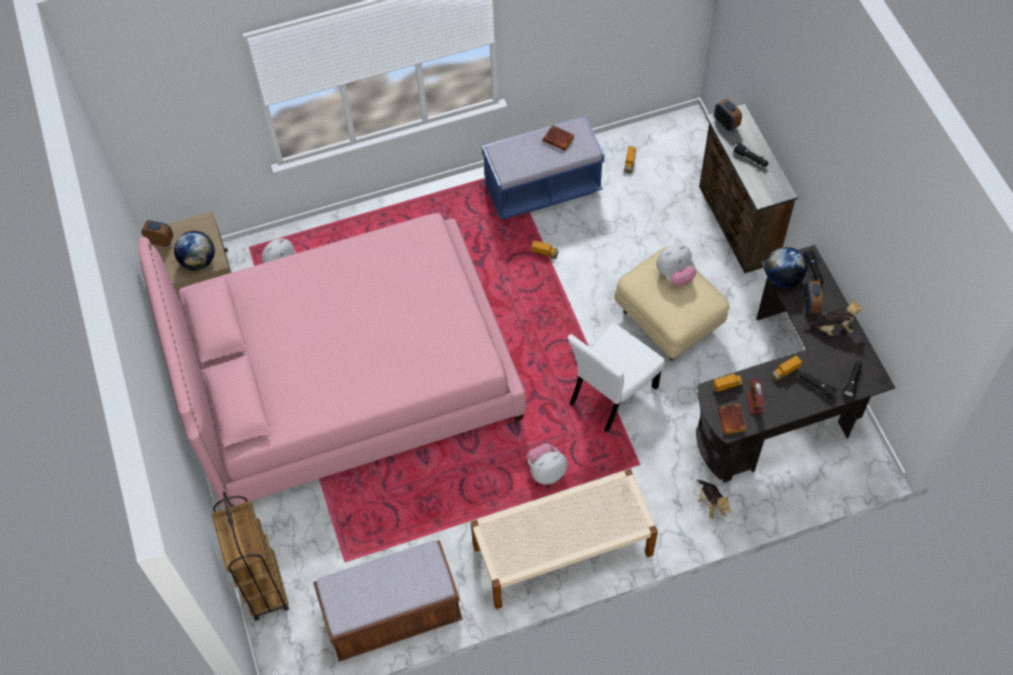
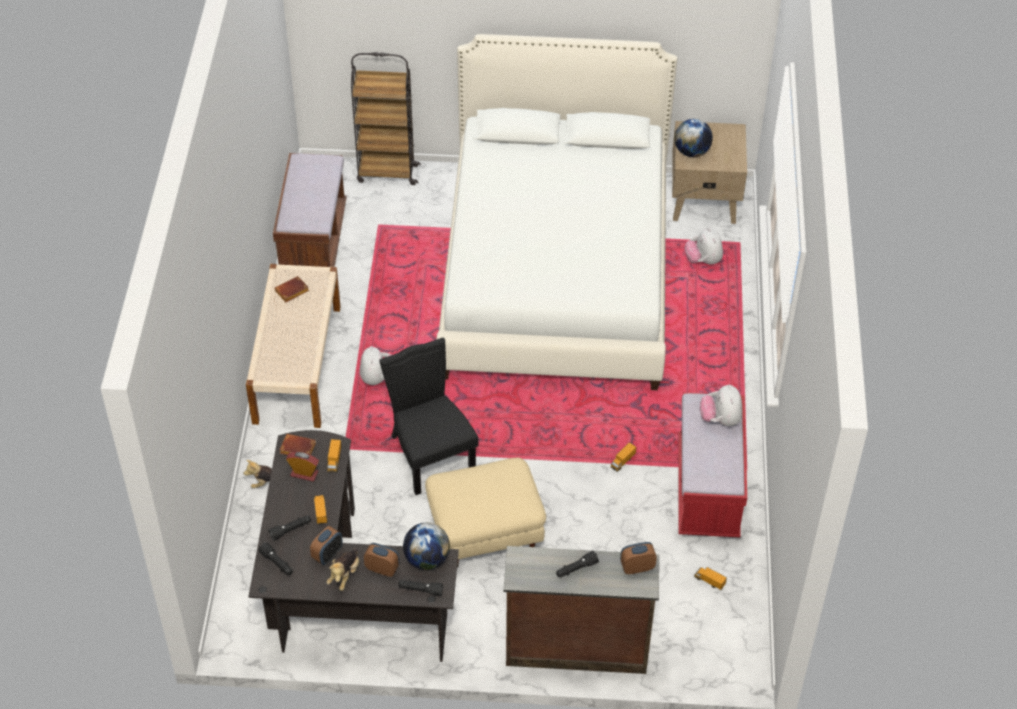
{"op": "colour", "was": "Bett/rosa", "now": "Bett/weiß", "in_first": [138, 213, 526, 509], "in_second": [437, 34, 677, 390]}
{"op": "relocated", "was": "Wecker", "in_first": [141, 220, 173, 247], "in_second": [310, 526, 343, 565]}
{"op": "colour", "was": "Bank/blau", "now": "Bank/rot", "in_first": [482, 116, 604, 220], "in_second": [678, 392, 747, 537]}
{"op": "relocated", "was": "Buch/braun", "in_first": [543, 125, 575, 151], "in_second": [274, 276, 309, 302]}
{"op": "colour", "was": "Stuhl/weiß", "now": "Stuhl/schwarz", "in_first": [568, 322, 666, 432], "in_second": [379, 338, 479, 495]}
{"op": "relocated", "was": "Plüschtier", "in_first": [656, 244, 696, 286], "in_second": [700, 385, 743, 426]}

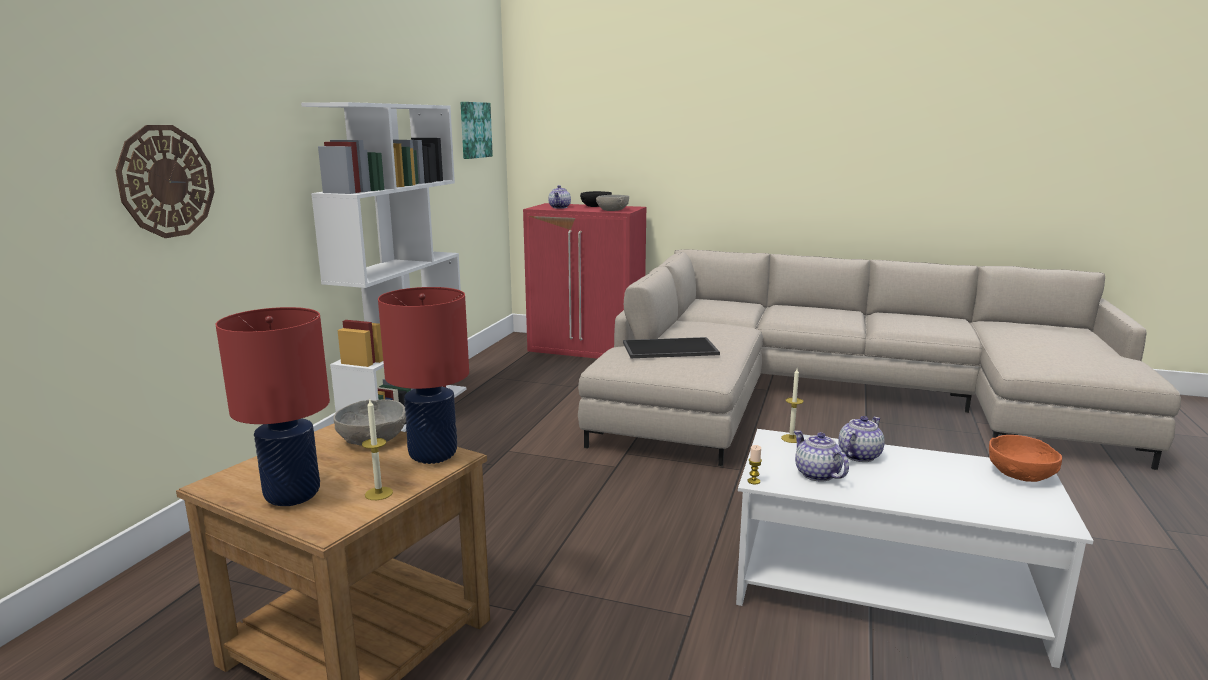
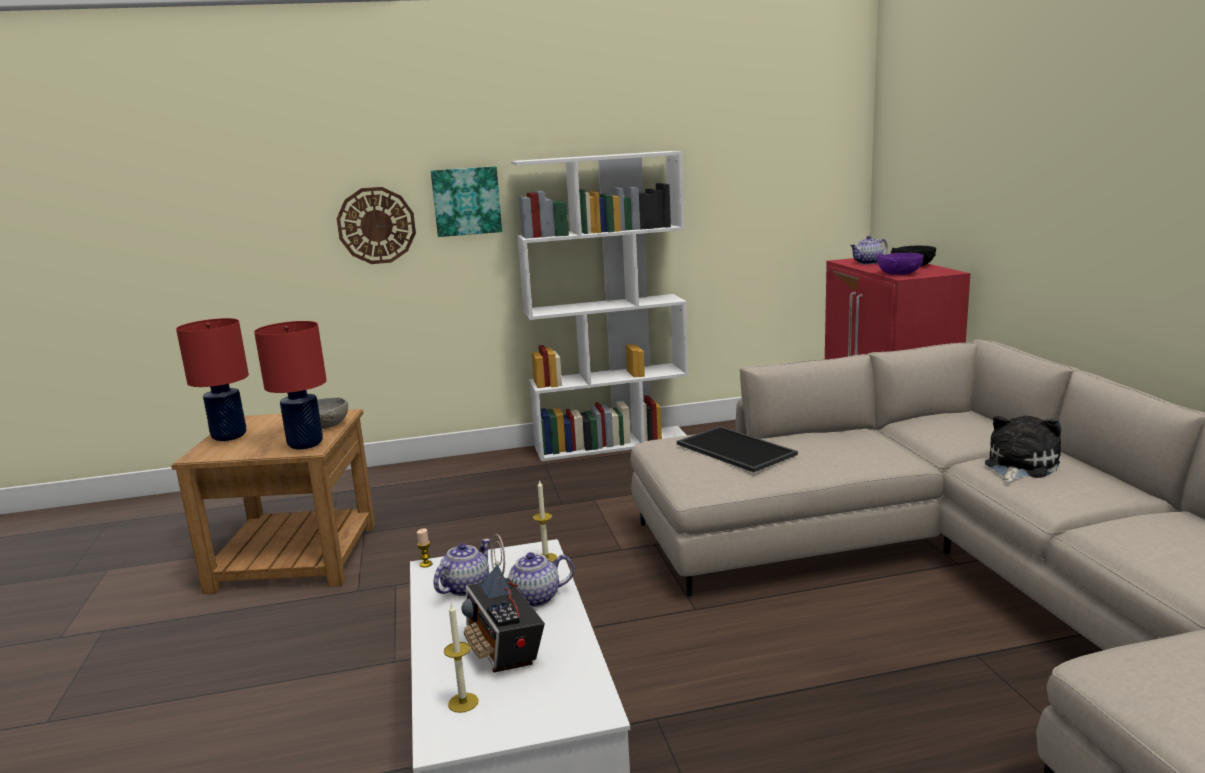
{"op": "relocated", "was": "Kerze", "in_first": [362, 400, 393, 500], "in_second": [444, 602, 478, 713]}
{"op": "relocated", "was": "Bild", "in_first": [461, 102, 493, 159], "in_second": [431, 166, 502, 237]}
{"op": "colour", "was": "Schüssel/grau", "now": "Schüssel/lila", "in_first": [596, 195, 629, 211], "in_second": [877, 253, 923, 275]}
{"op": "spun", "was": "Teekanne", "in_first": [838, 416, 885, 462], "in_second": [490, 552, 574, 607], "clockwise": 150}
{"op": "missing", "was": "Schüssel/orange", "in_first": [989, 435, 1062, 482]}
{"op": "appeared", "now": "Radio", "in_second": [462, 534, 545, 673]}
{"op": "appeared", "now": "Plüschtier", "in_second": [985, 415, 1061, 483]}

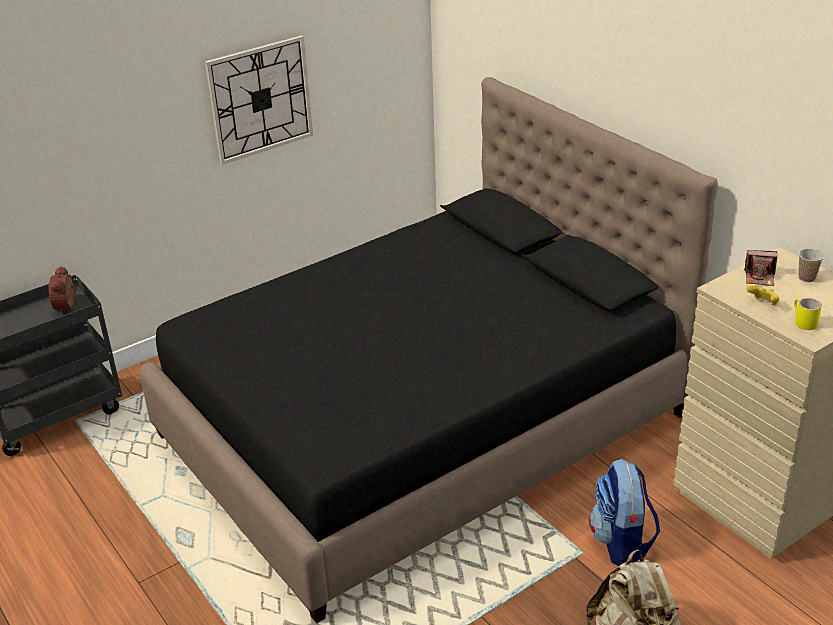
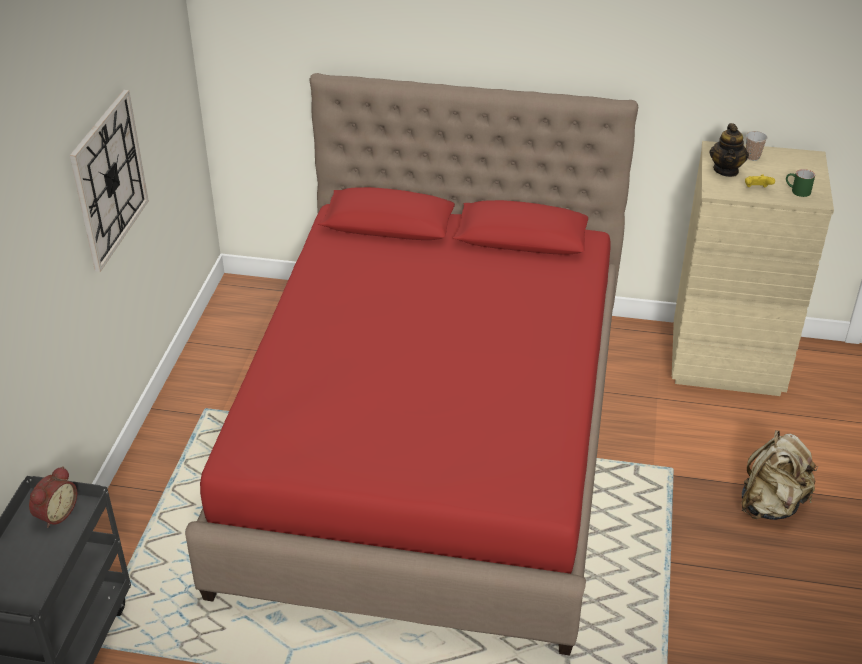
{"op": "spun", "was": "Wecker", "in_first": [49, 266, 77, 314], "in_second": [29, 466, 77, 528], "clockwise": -105}
{"op": "colour", "was": "Bett/schwarz", "now": "Bett/rot", "in_first": [140, 77, 718, 623], "in_second": [185, 73, 638, 656]}
{"op": "missing", "was": "Rucksack", "in_first": [589, 459, 660, 566]}
{"op": "exchanged", "was": "Kamera", "now": "Teekanne", "in_first": [744, 250, 778, 286], "in_second": [709, 123, 749, 177]}
{"op": "colour", "was": "Henkelbecher/gelb", "now": "Henkelbecher/grün", "in_first": [794, 298, 822, 330], "in_second": [786, 169, 815, 197]}

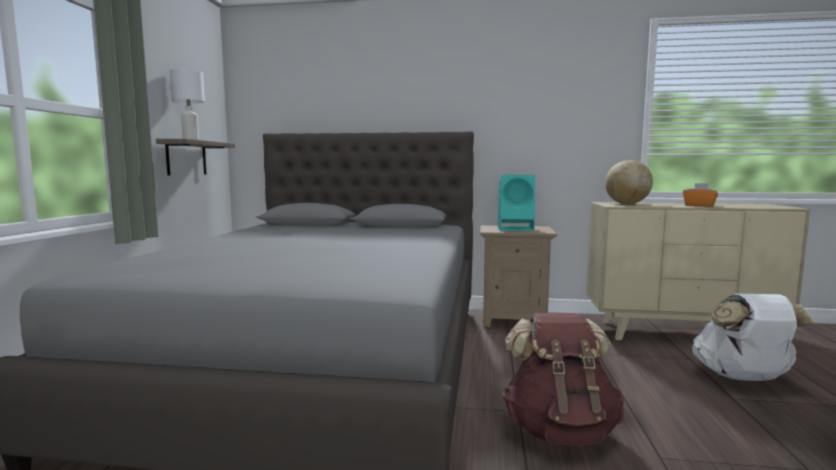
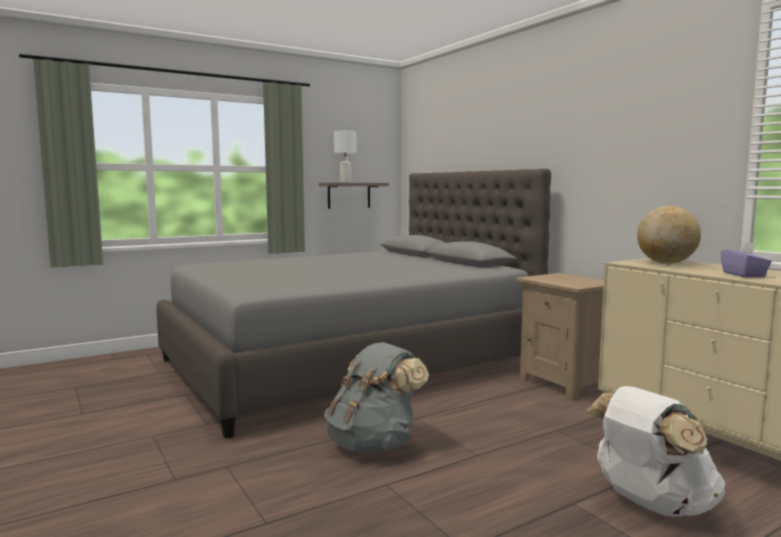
{"op": "missing", "was": "Lautsprecher/türkis", "in_first": [498, 175, 535, 231]}
{"op": "colour", "was": "Rucksack/braun", "now": "Rucksack/grau", "in_first": [502, 313, 624, 446], "in_second": [324, 342, 429, 454]}
{"op": "colour", "was": "Taschentuchbox/orange", "now": "Taschentuchbox/lila", "in_first": [683, 183, 718, 207], "in_second": [721, 242, 772, 277]}

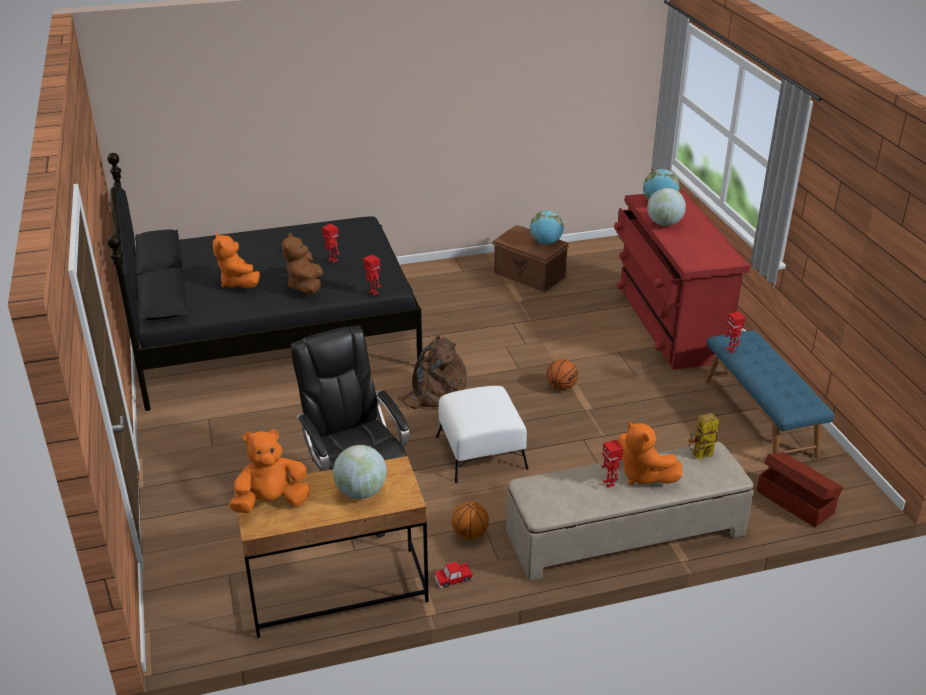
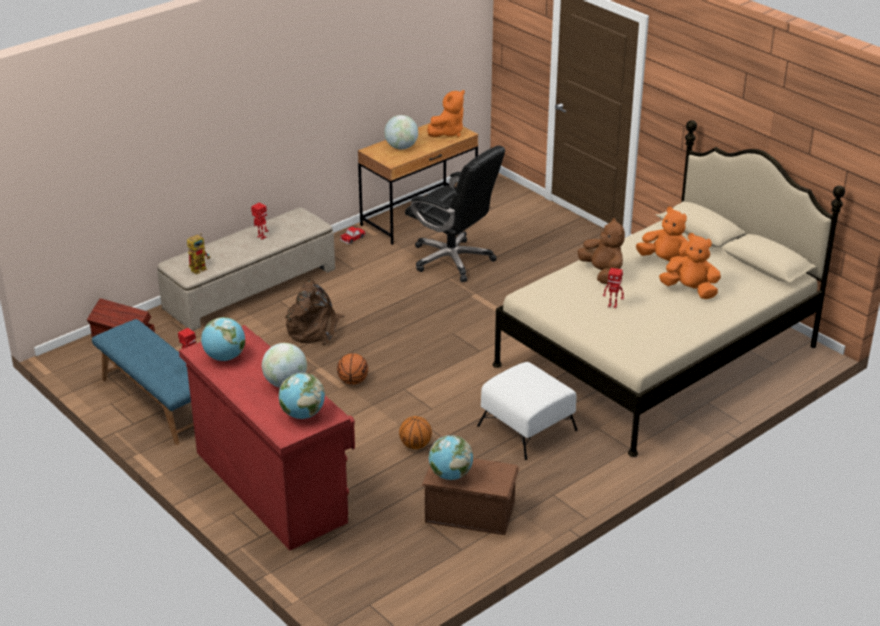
{"op": "colour", "was": "Bett/schwarz", "now": "Bett/beige", "in_first": [107, 153, 422, 411], "in_second": [492, 120, 845, 457]}
{"op": "missing", "was": "Spielzeugroboter", "in_first": [363, 254, 382, 296]}
{"op": "relocated", "was": "Rucksack/braun", "in_first": [396, 335, 467, 409], "in_second": [285, 280, 344, 345]}
{"op": "relocated", "was": "Polsterhocker/weiß", "in_first": [436, 386, 528, 483], "in_second": [477, 362, 578, 460]}
{"op": "relocated", "was": "Basketball", "in_first": [452, 502, 489, 540], "in_second": [399, 416, 432, 449]}
{"op": "relocated", "was": "Plüschtier/orange", "in_first": [618, 421, 682, 485], "in_second": [659, 233, 721, 299]}
{"op": "appeared", "now": "Globus", "in_second": [201, 317, 245, 361]}

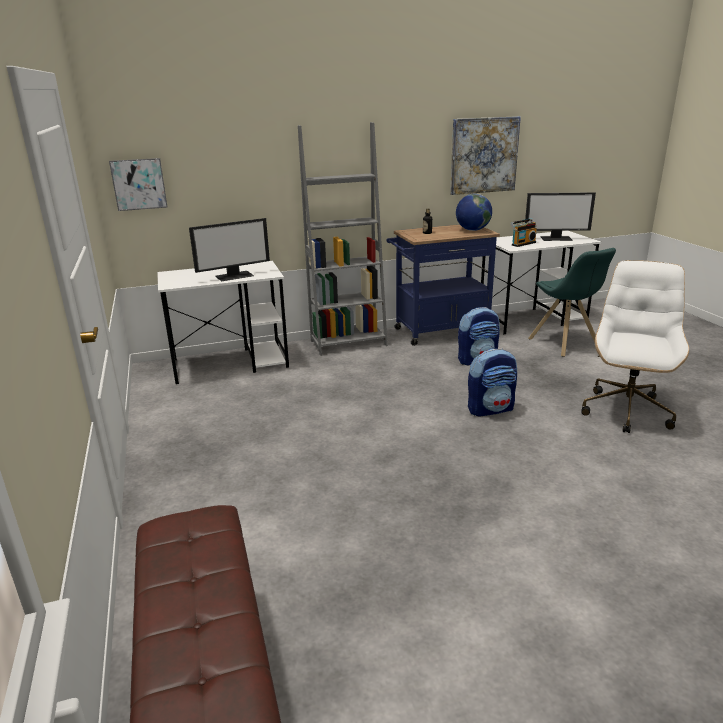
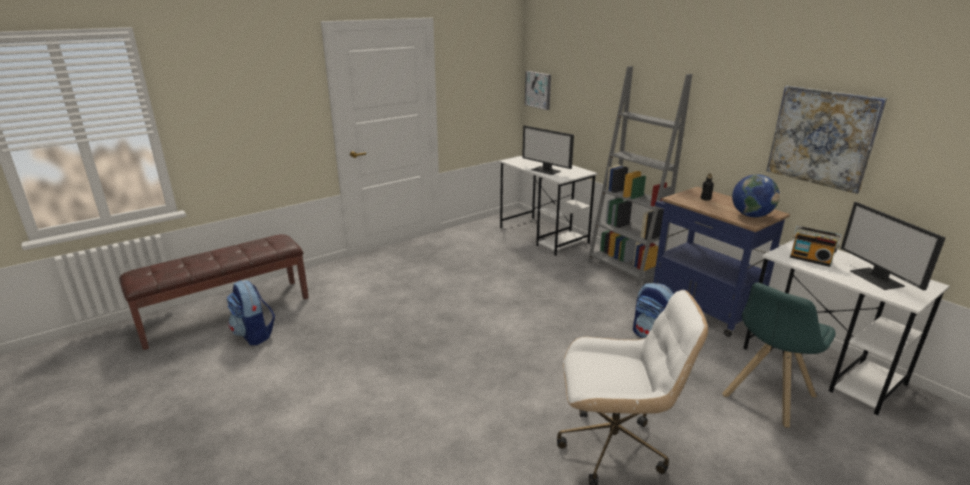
{"op": "relocated", "was": "Rucksack", "in_first": [468, 348, 517, 417], "in_second": [227, 280, 275, 345]}

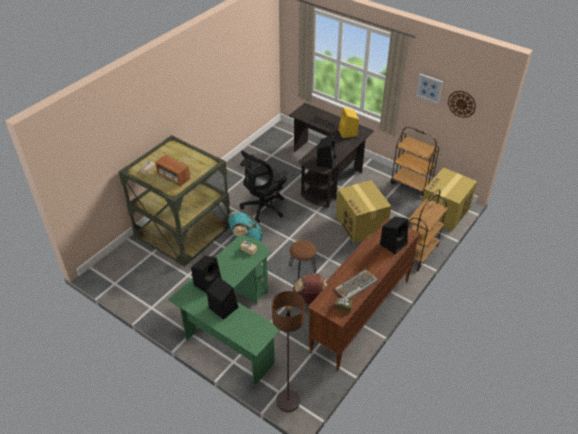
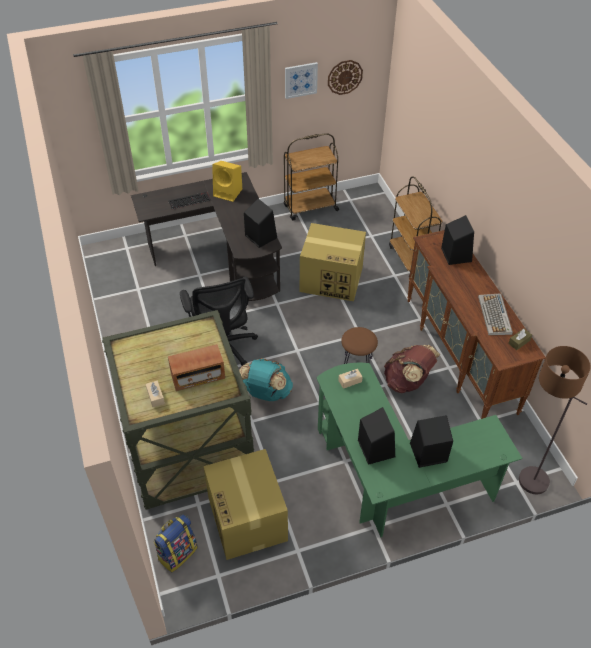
{"op": "relocated", "was": "Karton", "in_first": [422, 167, 477, 231], "in_second": [204, 449, 288, 560]}
{"op": "appeared", "now": "Rucksack", "in_second": [154, 514, 198, 573]}

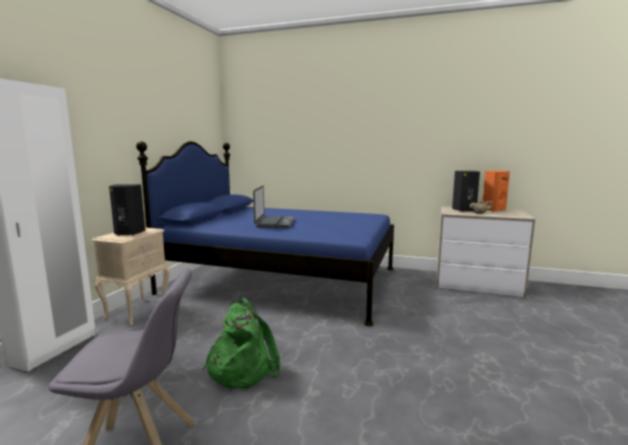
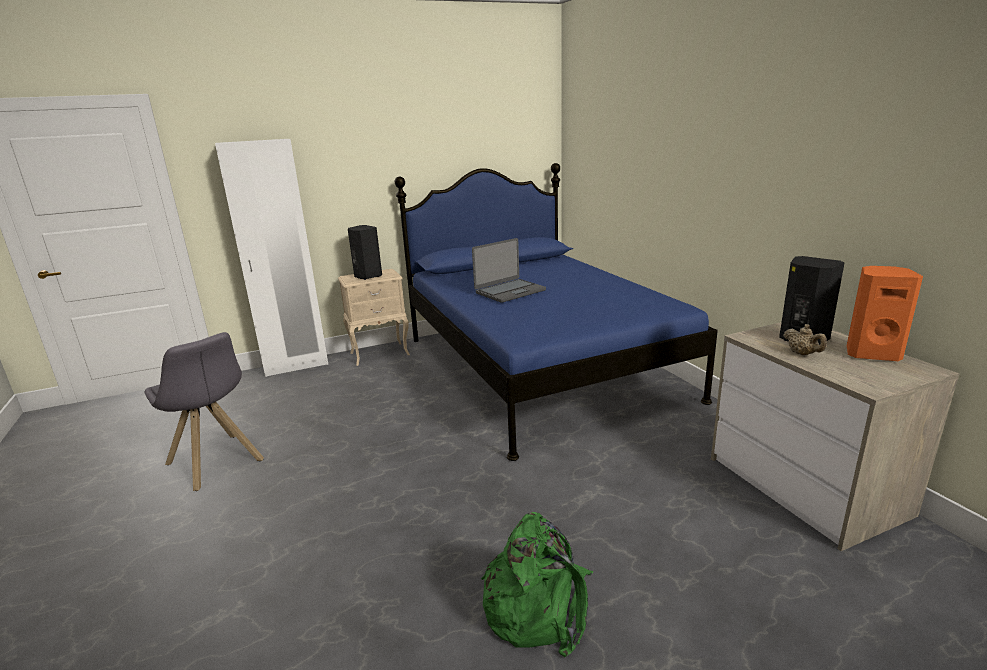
{"op": "relocated", "was": "Rucksack/grün", "in_first": [202, 298, 281, 388], "in_second": [481, 512, 593, 657]}

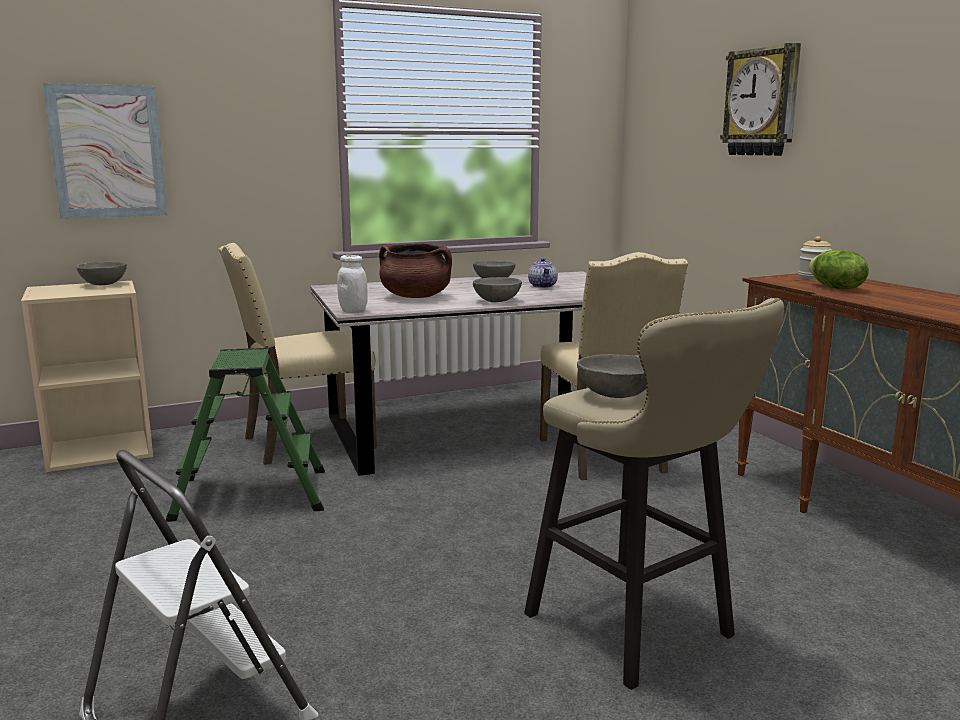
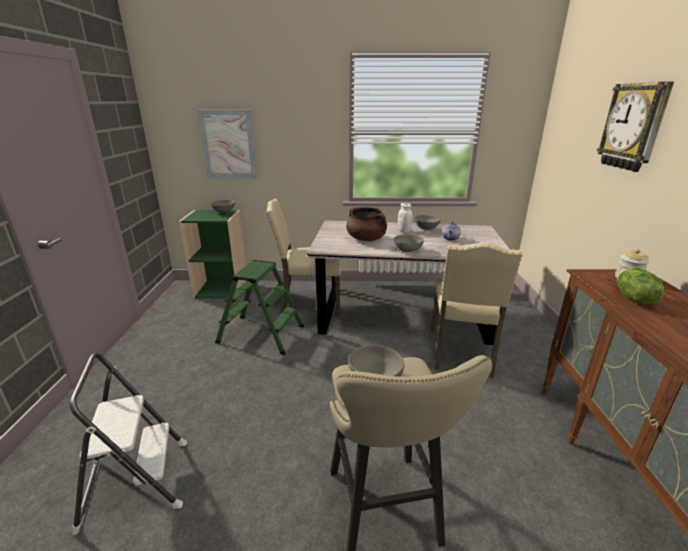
{"op": "colour", "was": "Bücherregal/beige", "now": "Bücherregal/grün", "in_first": [21, 281, 153, 472], "in_second": [179, 210, 246, 298]}
{"op": "relocated", "was": "Vorratsglas/weiß", "in_first": [337, 255, 368, 313], "in_second": [398, 203, 413, 232]}

